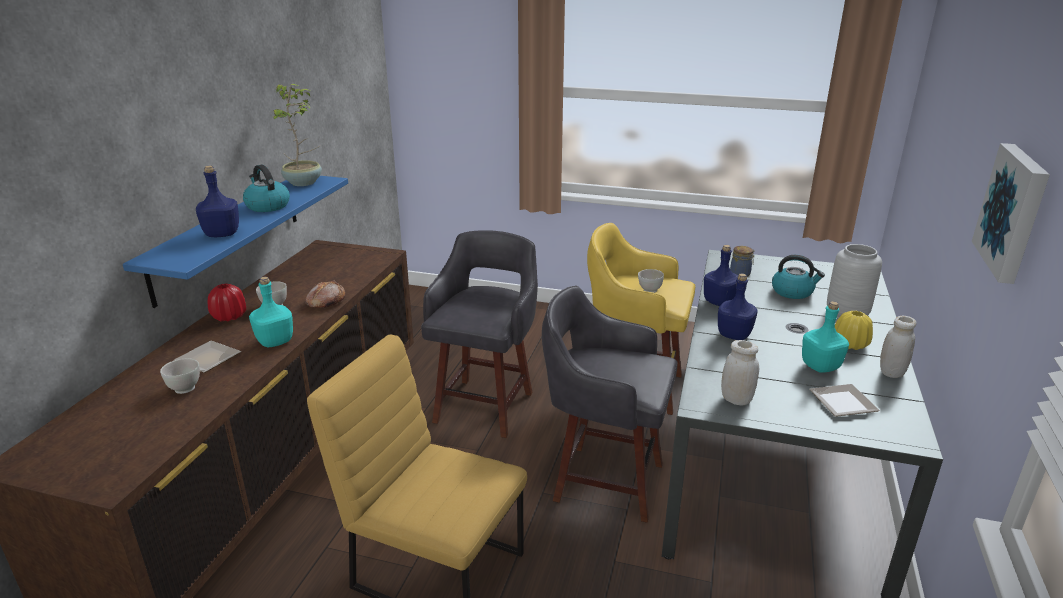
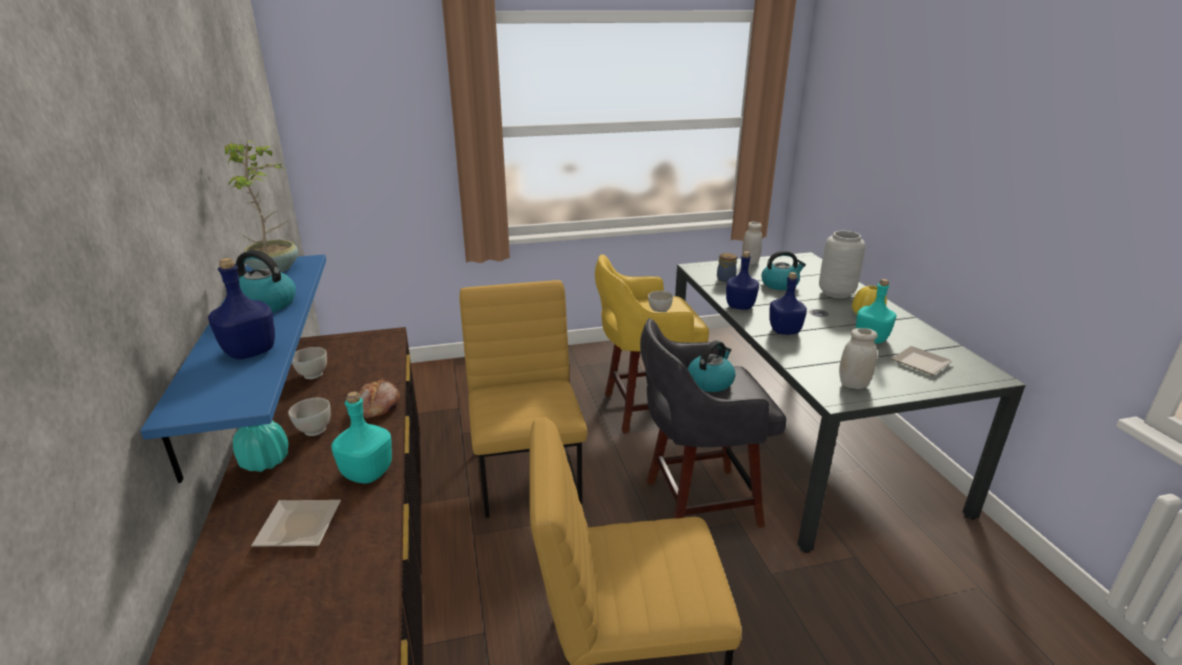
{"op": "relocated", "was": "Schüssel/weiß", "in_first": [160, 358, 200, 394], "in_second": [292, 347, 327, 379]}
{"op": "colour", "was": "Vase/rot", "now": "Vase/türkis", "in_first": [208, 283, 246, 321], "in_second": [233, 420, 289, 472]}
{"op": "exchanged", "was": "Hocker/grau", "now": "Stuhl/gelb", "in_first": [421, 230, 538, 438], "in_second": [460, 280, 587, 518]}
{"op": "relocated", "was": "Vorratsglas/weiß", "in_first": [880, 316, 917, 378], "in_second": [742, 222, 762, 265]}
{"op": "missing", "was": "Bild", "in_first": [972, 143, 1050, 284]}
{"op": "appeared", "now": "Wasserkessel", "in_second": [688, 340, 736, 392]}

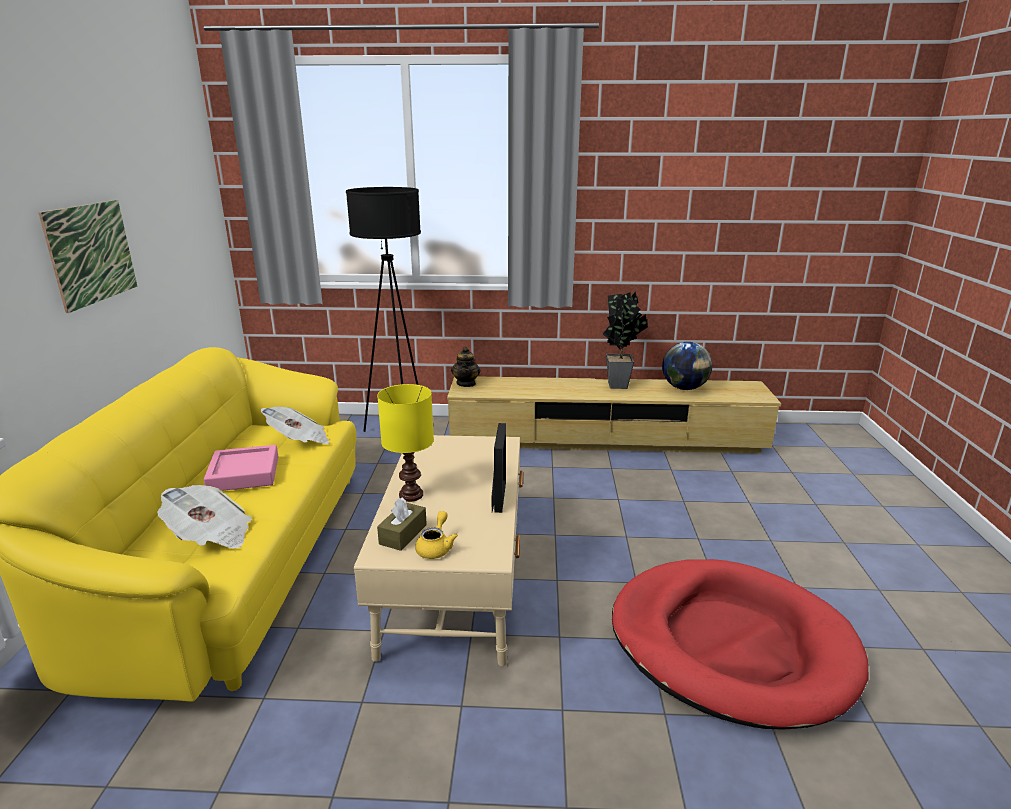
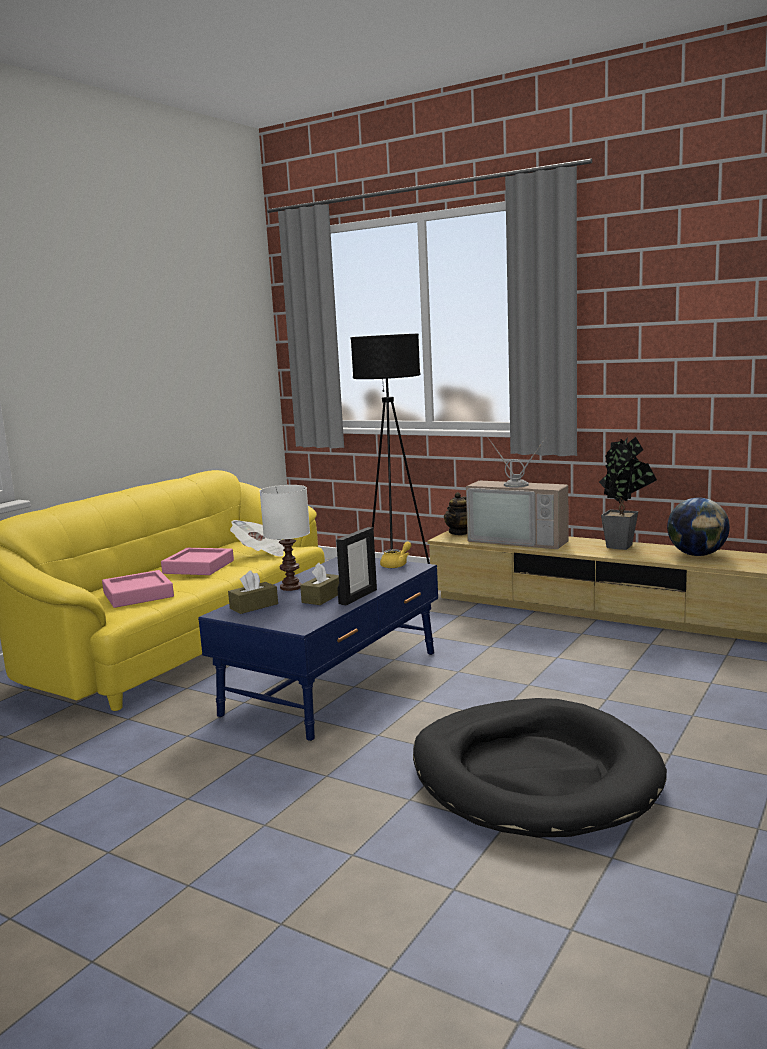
{"op": "missing", "was": "Bild", "in_first": [38, 200, 137, 313]}
{"op": "exchanged", "was": "Zeitung", "now": "Tablett/rosa", "in_first": [157, 485, 252, 549], "in_second": [102, 570, 174, 608]}
{"op": "colour", "was": "Couchtisch/beige", "now": "Couchtisch/blau", "in_first": [354, 435, 523, 666], "in_second": [198, 557, 438, 741]}
{"op": "colour", "was": "Tischlampe/gelb", "now": "Tischlampe/weiß", "in_first": [377, 384, 434, 502], "in_second": [260, 485, 310, 591]}
{"op": "relocated", "was": "Teekanne/gelb", "in_first": [415, 511, 458, 559], "in_second": [380, 541, 411, 568]}
{"op": "colour", "was": "Hundebett/rot", "now": "Hundebett/schwarz", "in_first": [612, 559, 869, 730], "in_second": [413, 698, 667, 837]}
{"op": "appeared", "now": "Taschentuchbox/braun", "in_second": [300, 563, 339, 605]}
{"op": "appeared", "now": "Fernseher", "in_second": [466, 436, 569, 549]}

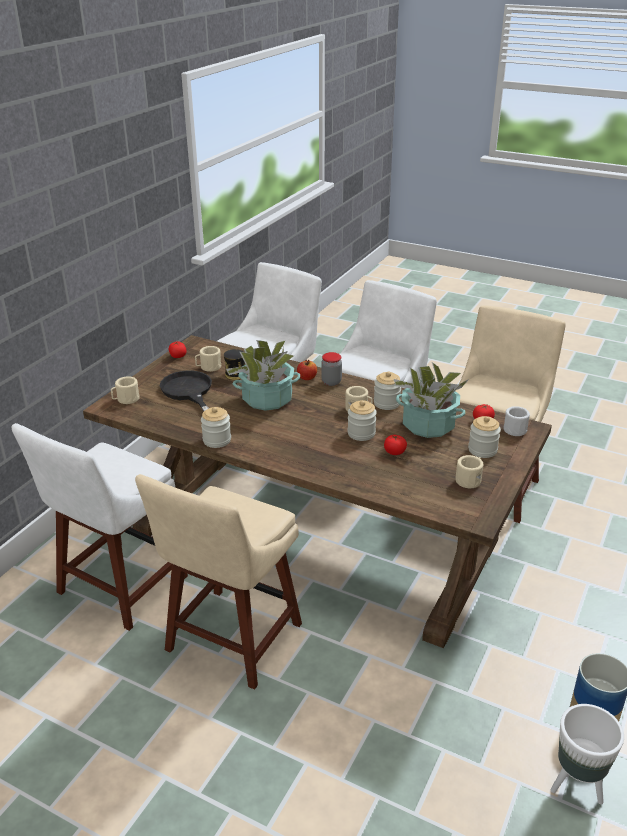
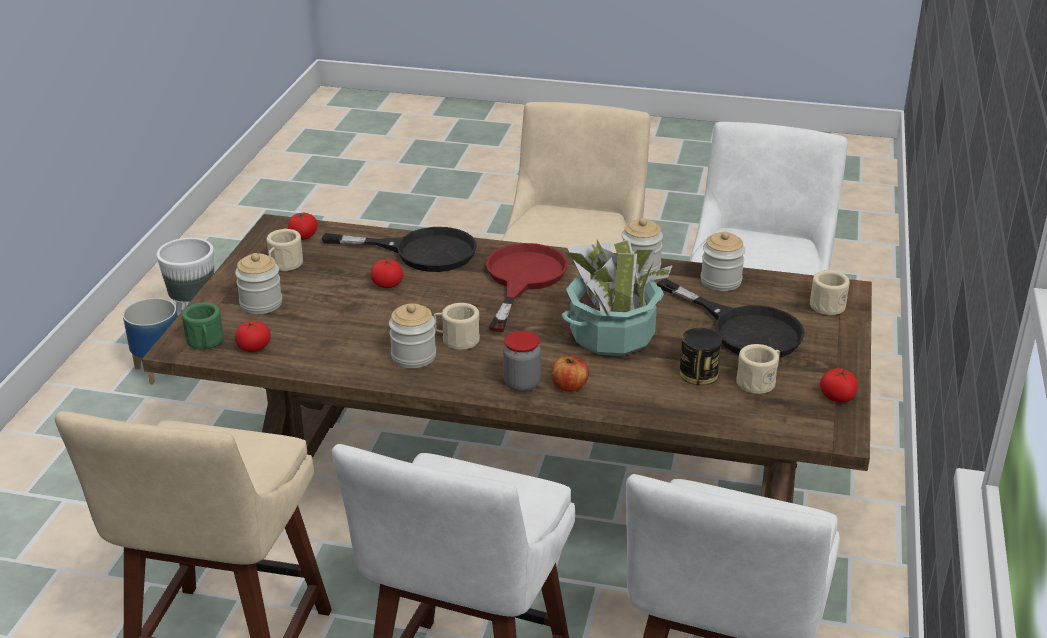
{"op": "relocated", "was": "Vorratsglas", "in_first": [347, 400, 377, 441], "in_second": [701, 231, 745, 291]}
{"op": "missing", "was": "Topfpflanze", "in_first": [394, 362, 469, 438]}
{"op": "colour", "was": "Henkelbecher/weiß", "now": "Henkelbecher/grün", "in_first": [503, 406, 530, 436], "in_second": [182, 302, 224, 349]}
{"op": "appeared", "now": "Tomate", "in_second": [288, 213, 318, 240]}
{"op": "appeared", "now": "Pfanne/schwarz", "in_second": [322, 227, 477, 272]}
{"op": "appeared", "now": "Pfanne/rot", "in_second": [486, 243, 568, 332]}

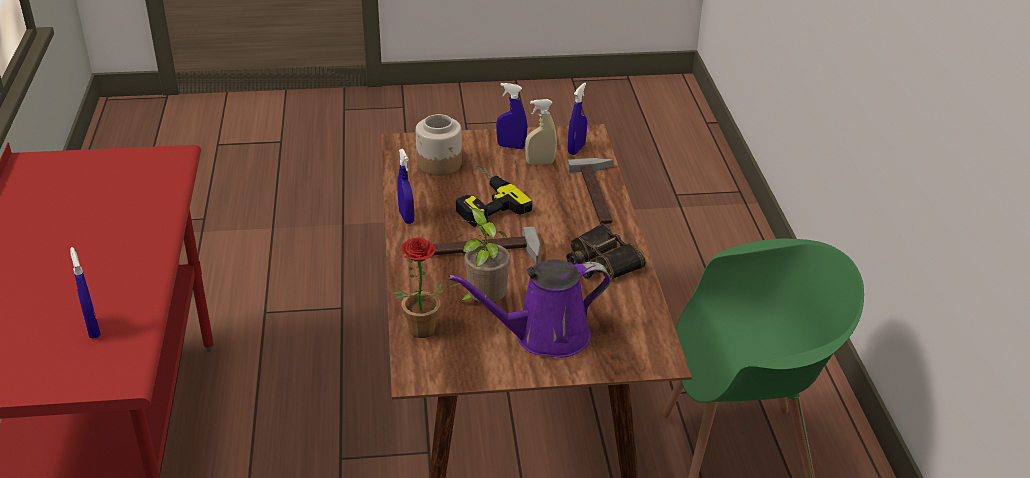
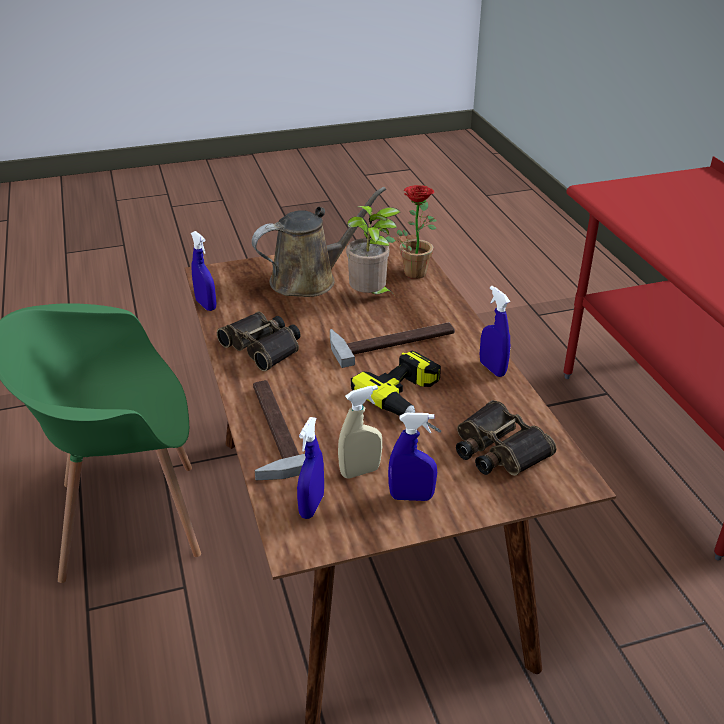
{"op": "relocated", "was": "Sprühflasche/blau", "in_first": [70, 247, 101, 339], "in_second": [191, 231, 216, 311]}
{"op": "exchanged", "was": "Vorratsglas", "now": "Fernglas", "in_first": [416, 114, 462, 176], "in_second": [456, 400, 557, 476]}
{"op": "colour", "was": "Gießkanne/lila", "now": "Gießkanne/braun", "in_first": [448, 259, 611, 358], "in_second": [252, 187, 386, 297]}

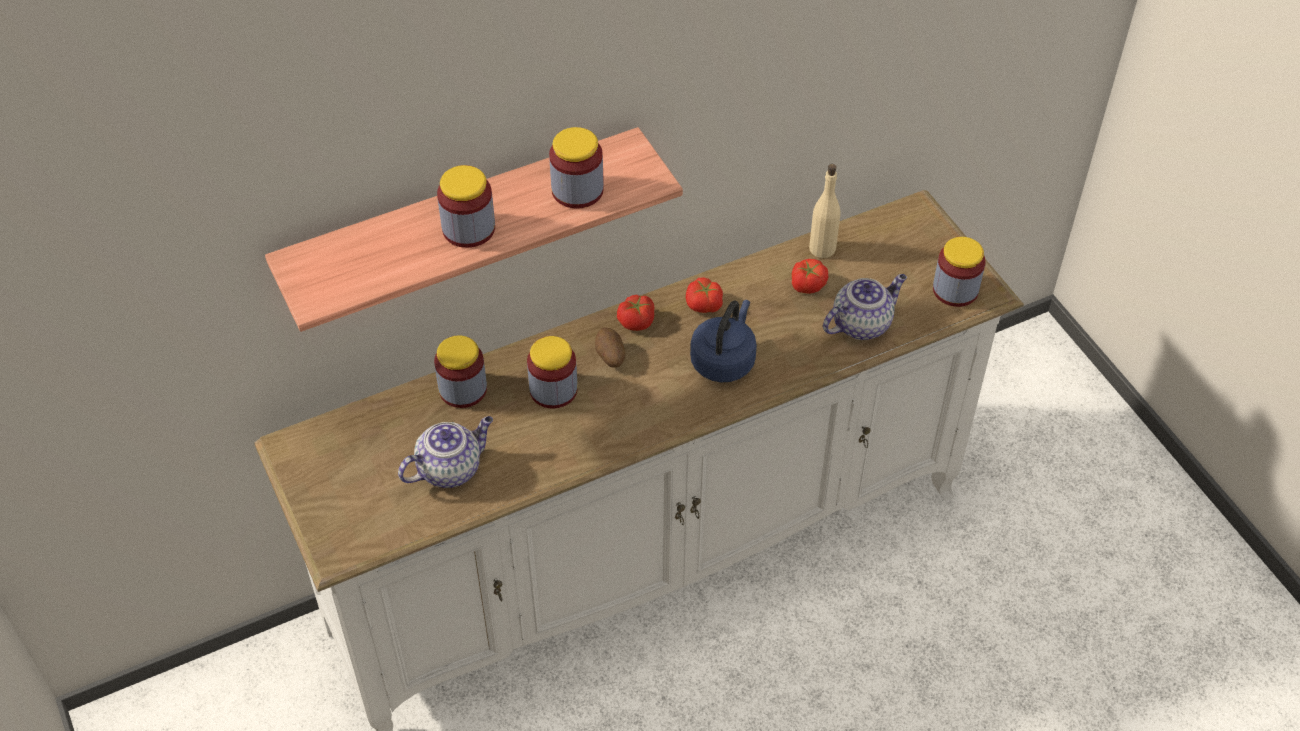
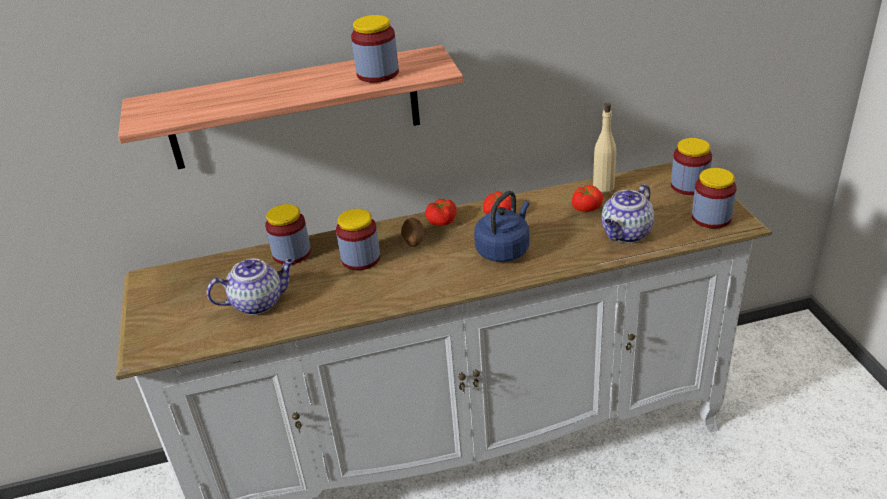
{"op": "relocated", "was": "Vorratsglas", "in_first": [437, 165, 495, 248], "in_second": [671, 138, 712, 195]}
{"op": "spun", "was": "Teekanne", "in_first": [823, 274, 907, 340], "in_second": [602, 184, 654, 243], "clockwise": 150}

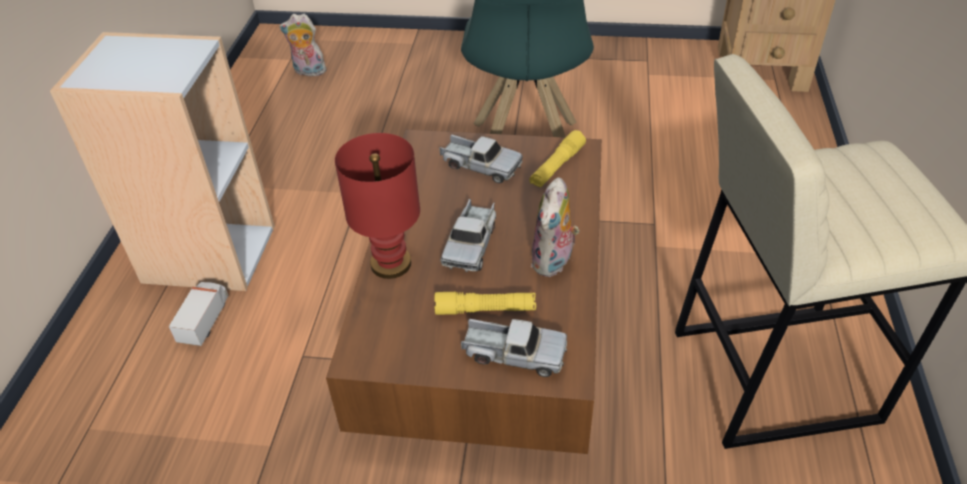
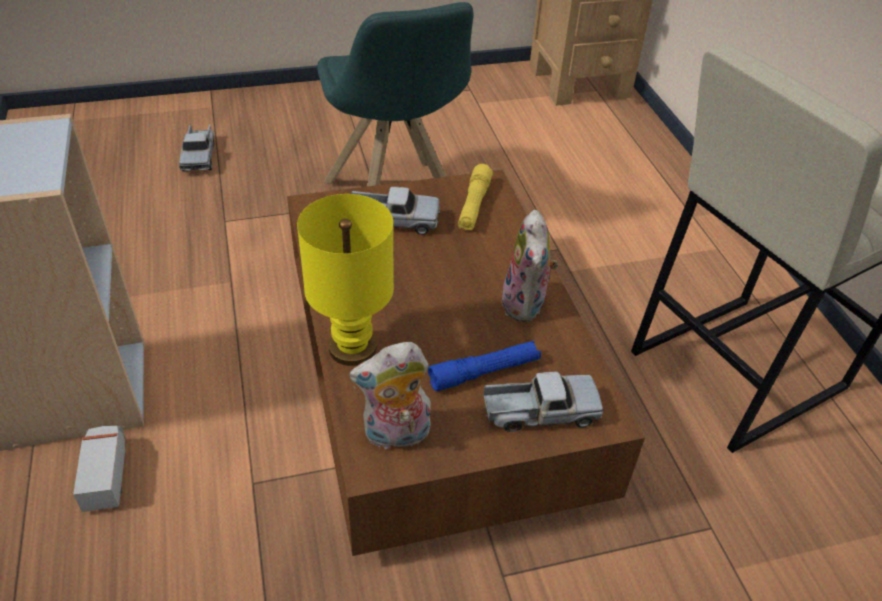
{"op": "relocated", "was": "Plüschtier", "in_first": [279, 14, 330, 76], "in_second": [349, 342, 431, 449]}
{"op": "colour", "was": "Tischlampe/rot", "now": "Tischlampe/gelb", "in_first": [335, 133, 420, 279], "in_second": [297, 194, 394, 366]}
{"op": "colour", "was": "Taschenlampe/gelb", "now": "Taschenlampe/blau", "in_first": [434, 292, 536, 315], "in_second": [428, 341, 541, 391]}
{"op": "relocated", "was": "Spielzeuglaster", "in_first": [440, 199, 496, 272], "in_second": [179, 124, 214, 172]}

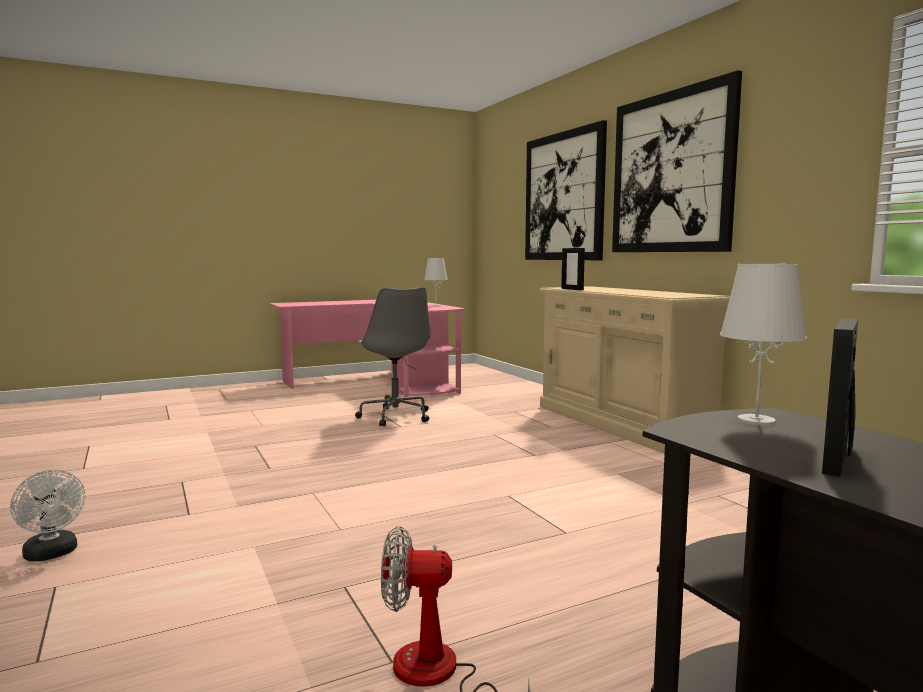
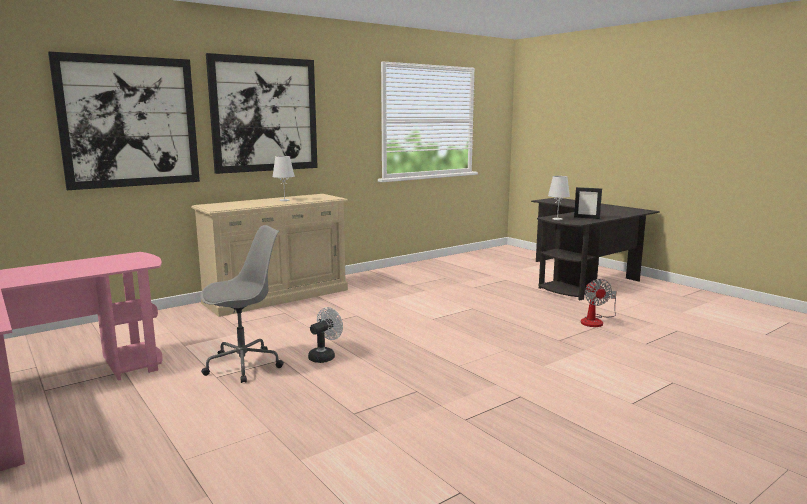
{"op": "relocated", "was": "Ventilator/weiß", "in_first": [10, 470, 85, 561], "in_second": [308, 307, 343, 363]}
{"op": "relocated", "was": "Tischlampe/weiß", "in_first": [424, 258, 448, 307], "in_second": [272, 156, 295, 201]}
{"op": "missing", "was": "Bilderrahmen", "in_first": [561, 248, 585, 290]}

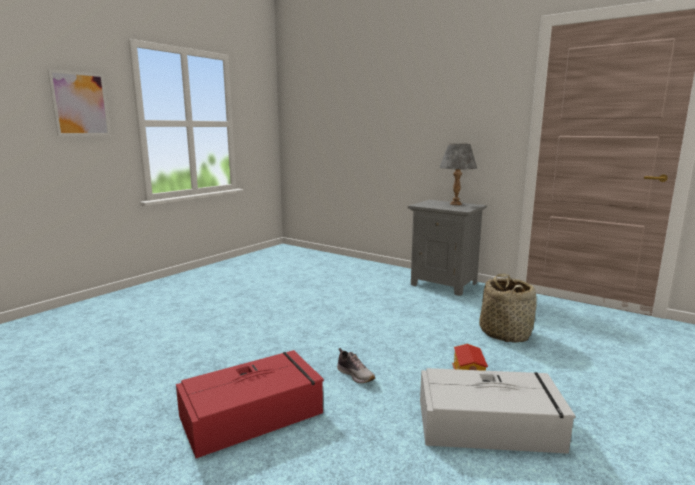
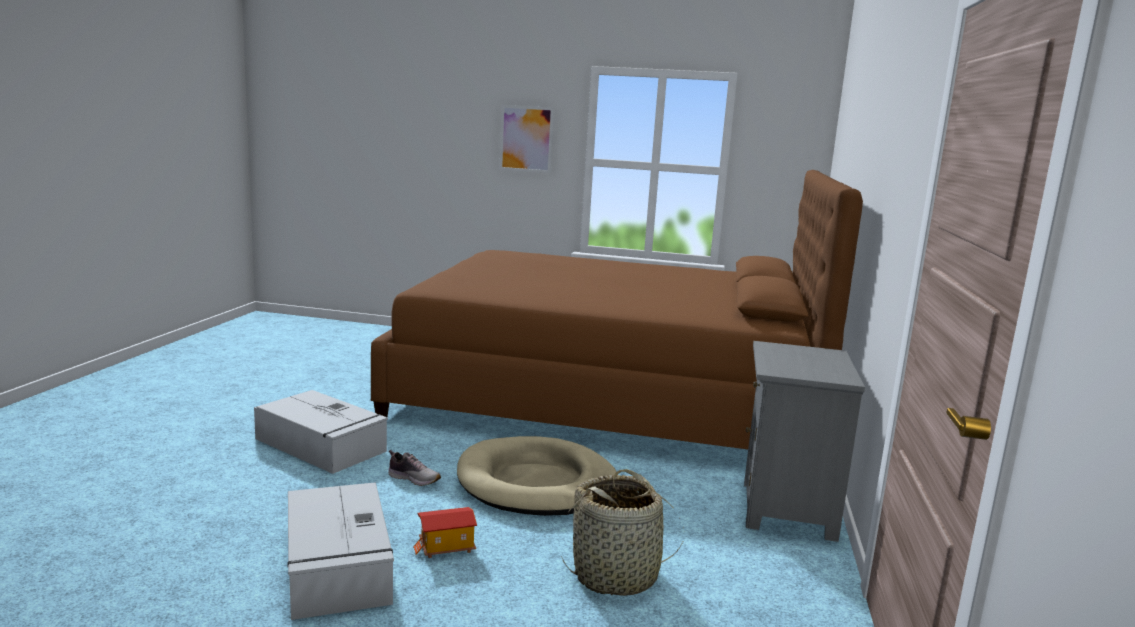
{"op": "colour", "was": "Aufbewahrungsbox/rot", "now": "Aufbewahrungsbox/grau", "in_first": [176, 350, 324, 458], "in_second": [254, 390, 388, 474]}
{"op": "spun", "was": "Schuh", "in_first": [337, 348, 375, 383], "in_second": [388, 450, 441, 486], "clockwise": -90}
{"op": "missing", "was": "Tischlampe/grau", "in_first": [439, 144, 477, 205]}
{"op": "appeared", "now": "Bett/braun", "in_second": [370, 170, 863, 449]}
{"op": "appeared", "now": "Hundebett/beige", "in_second": [457, 436, 616, 516]}

